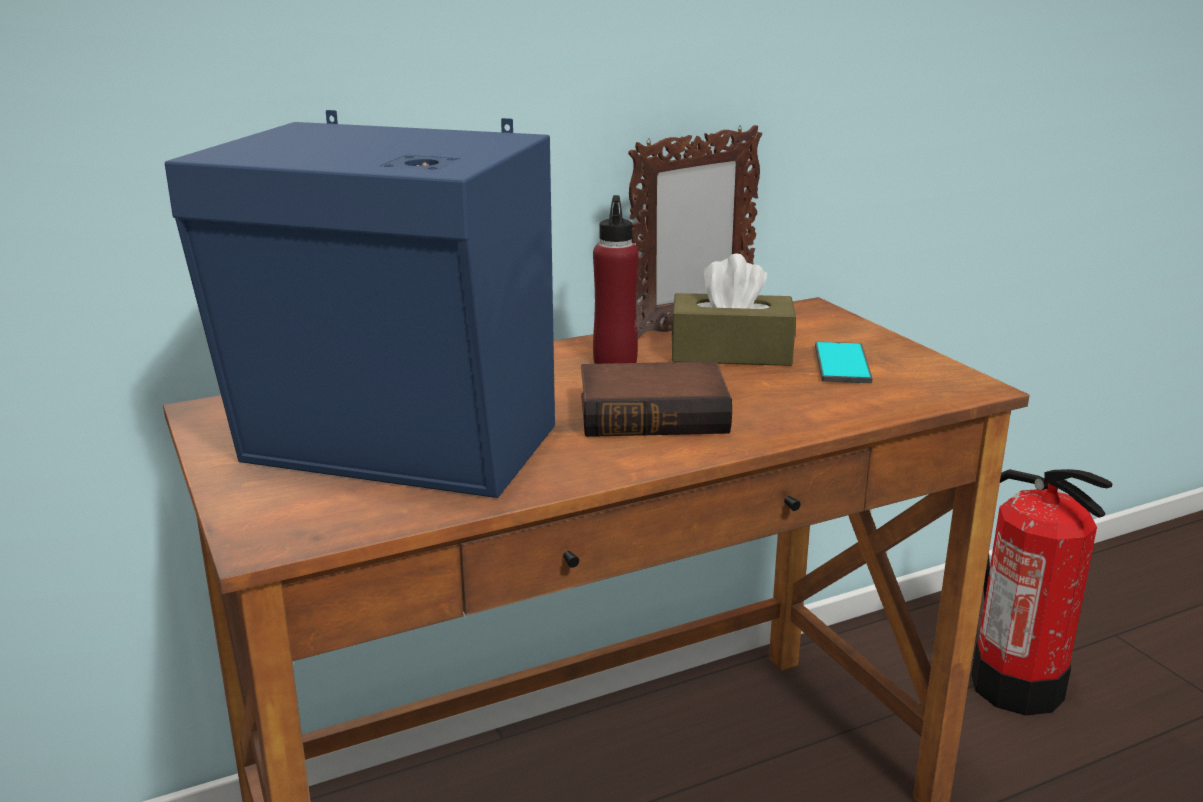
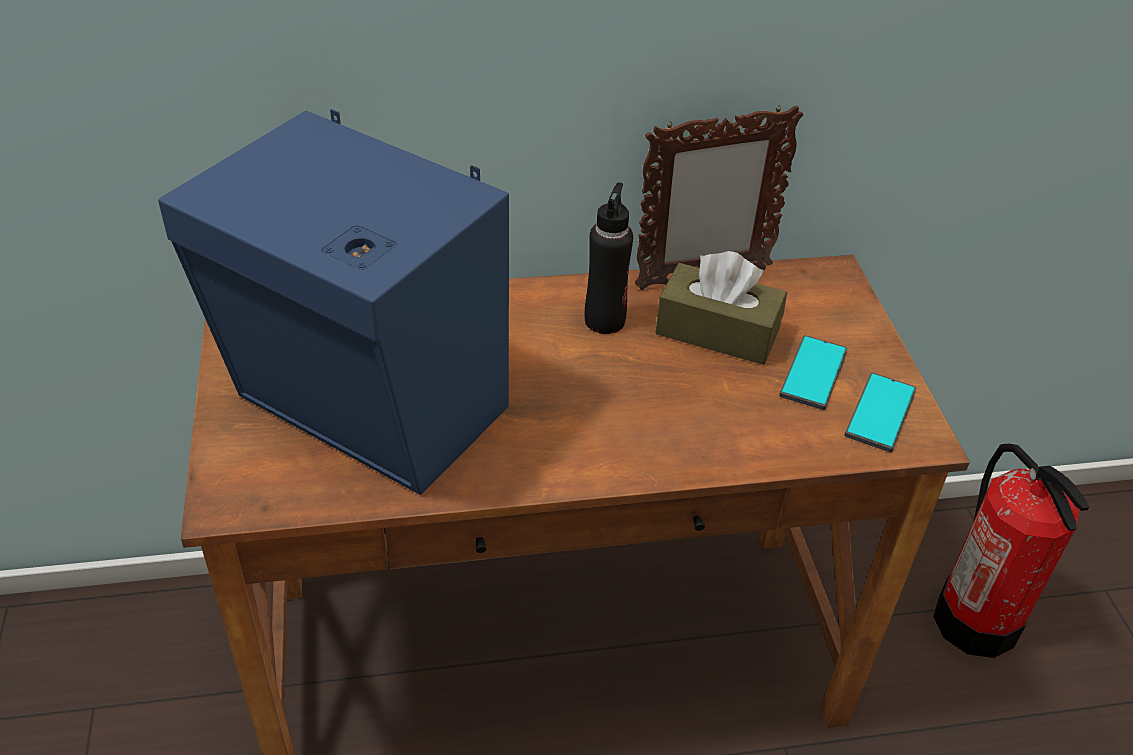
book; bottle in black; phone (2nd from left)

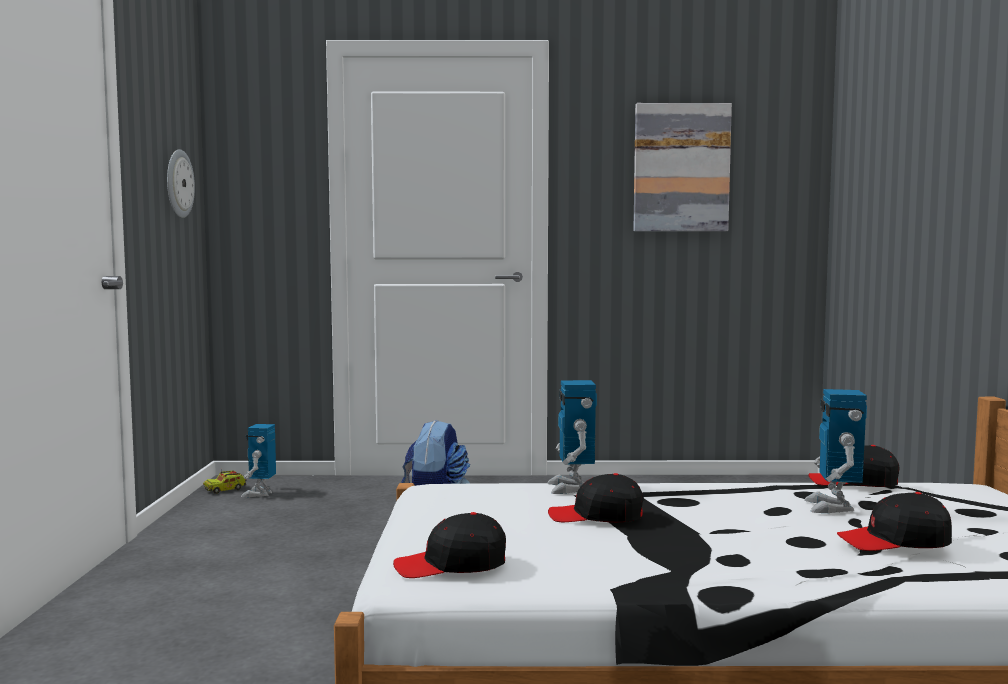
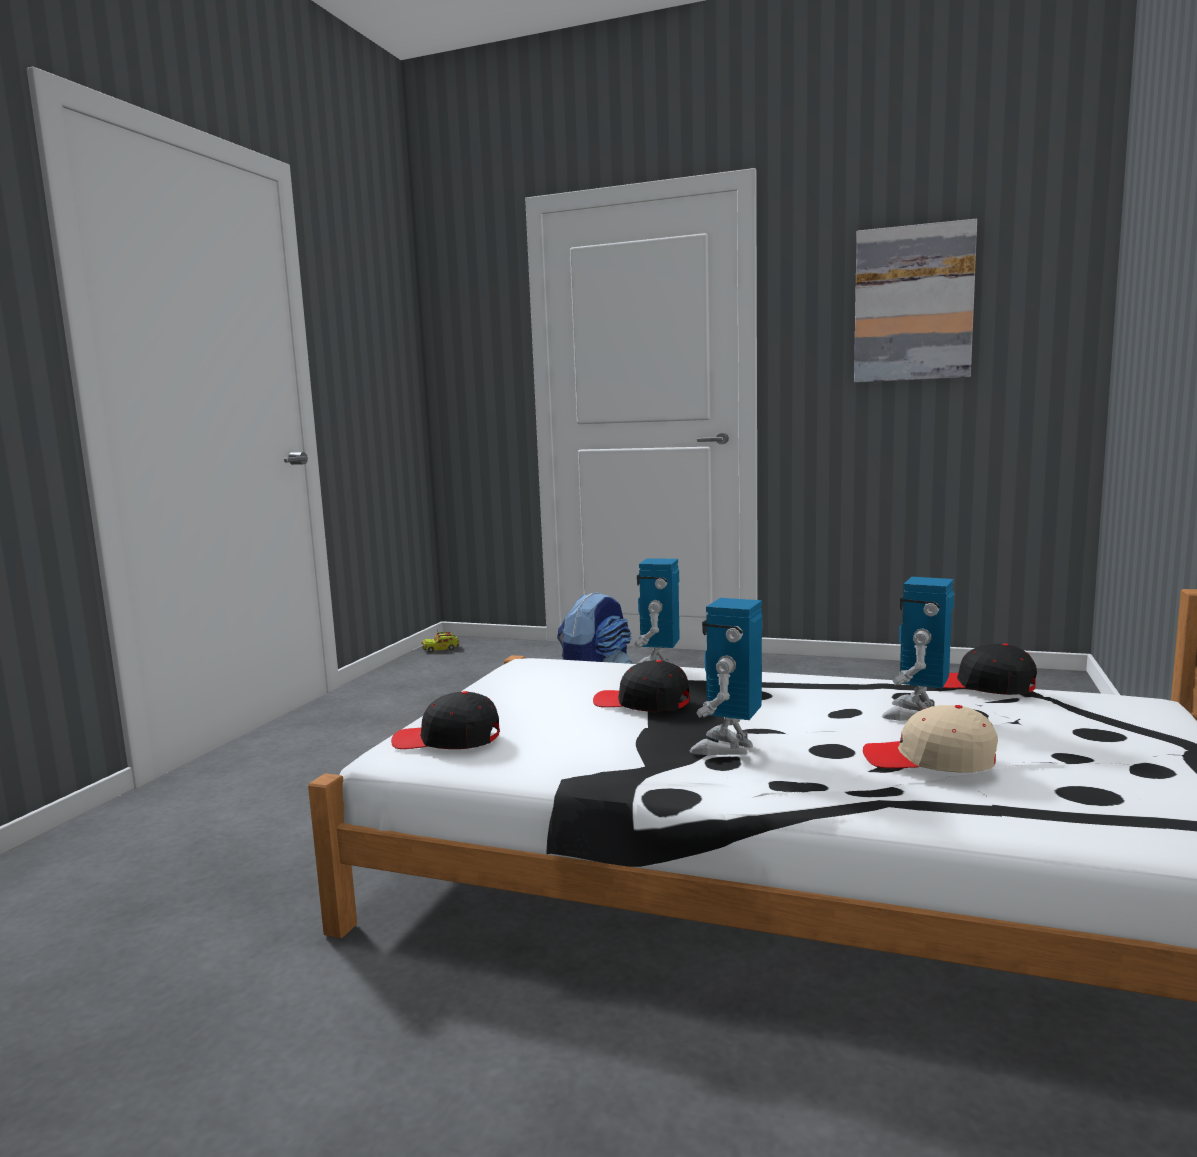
wall clock; toy robot (2nd from left); cap in beige

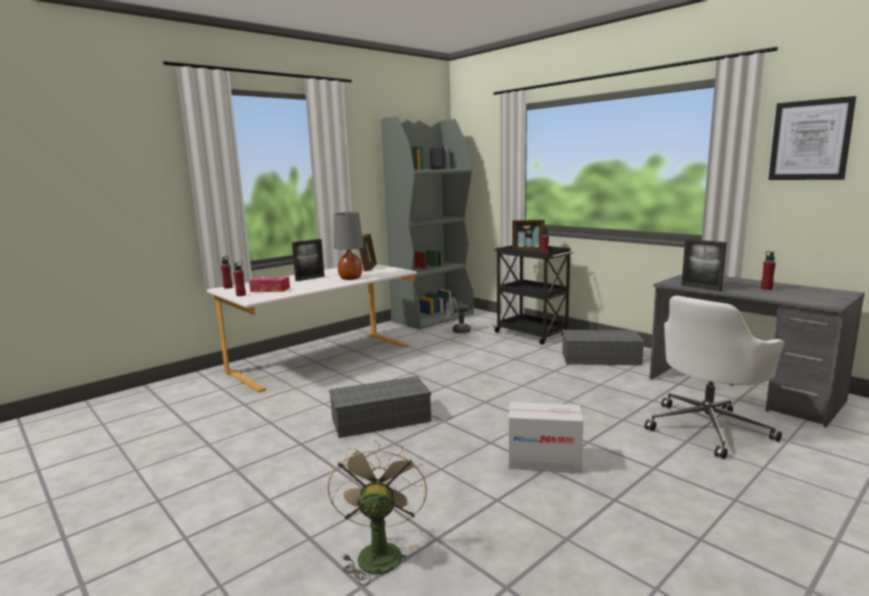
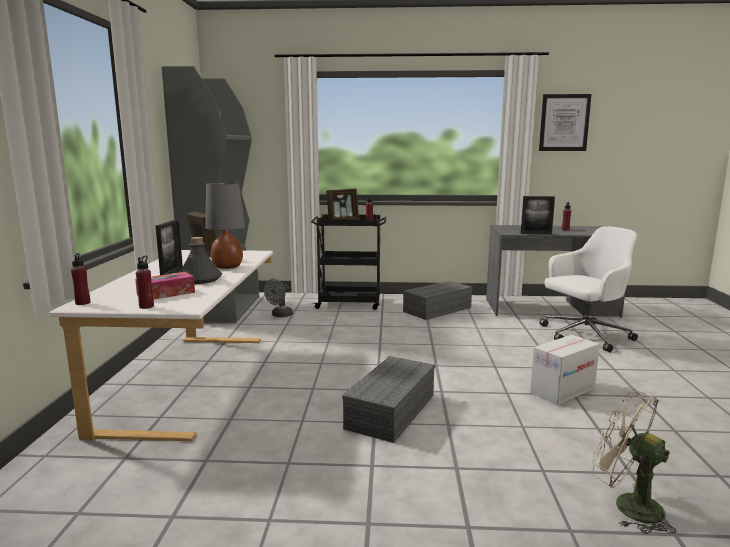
office chair in white; bottle in grey

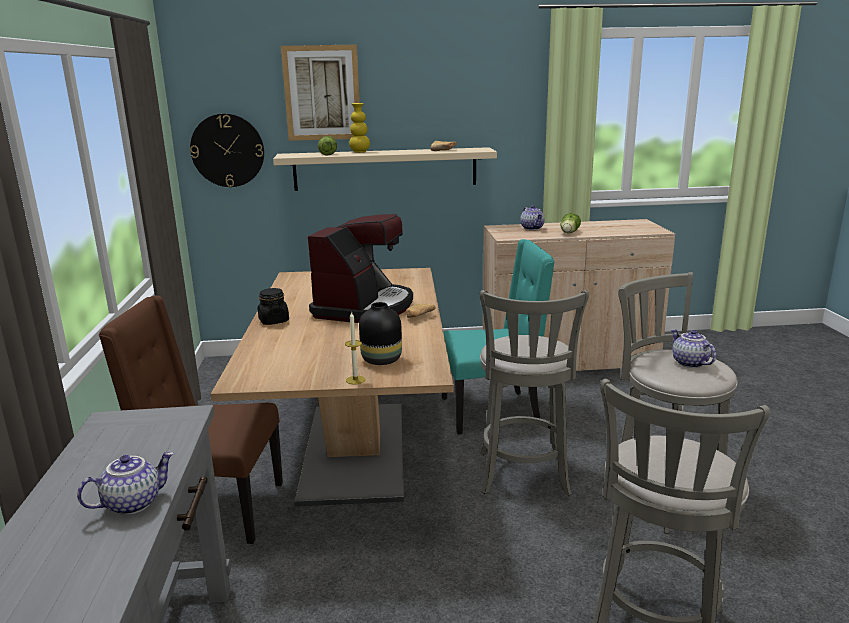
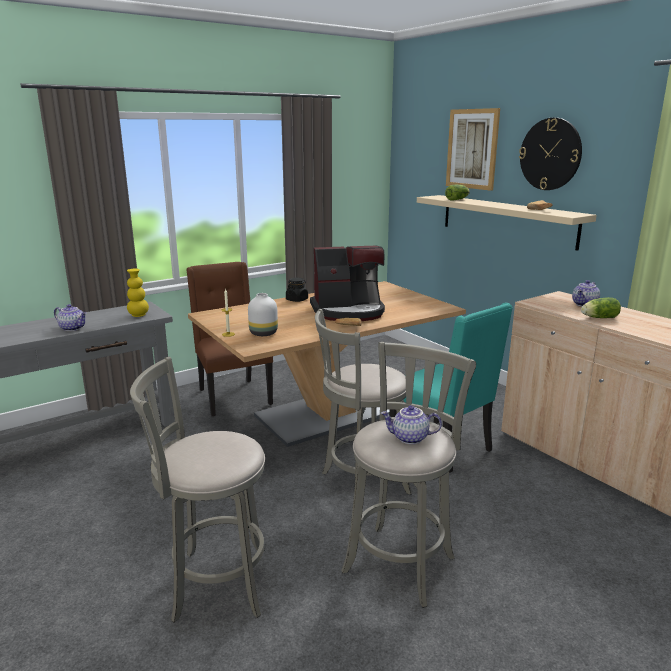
wall clock; vase in yellow; vase in white; teapot (2nd from left)

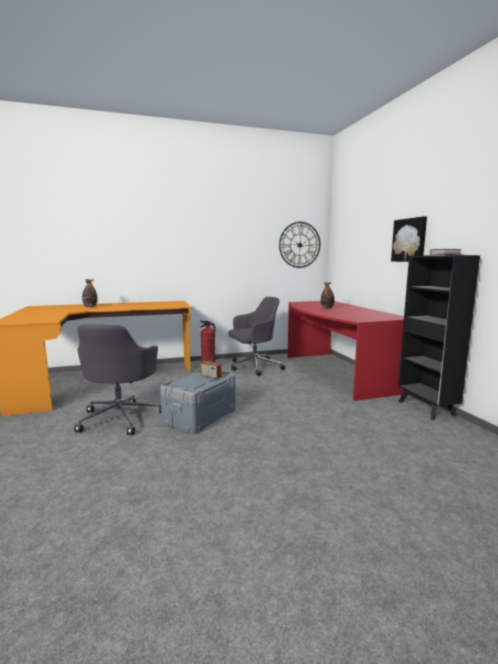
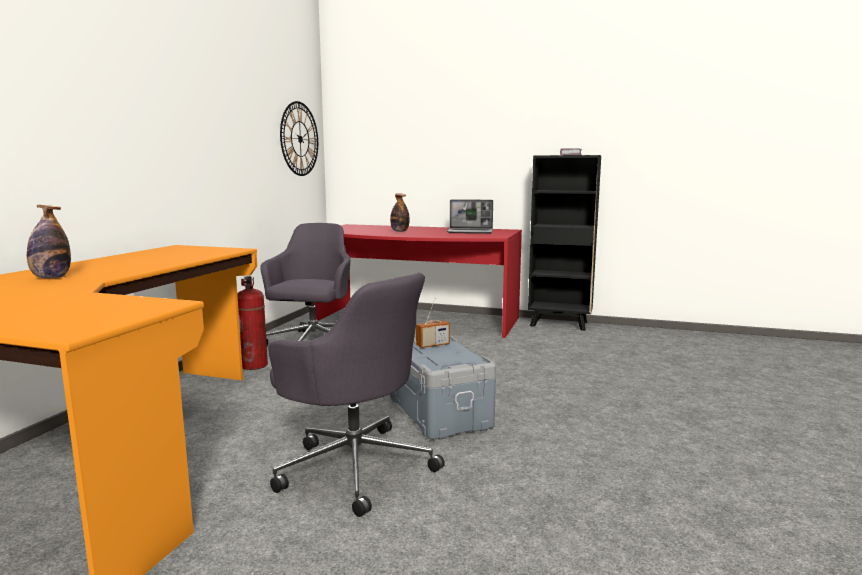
picture; laptop

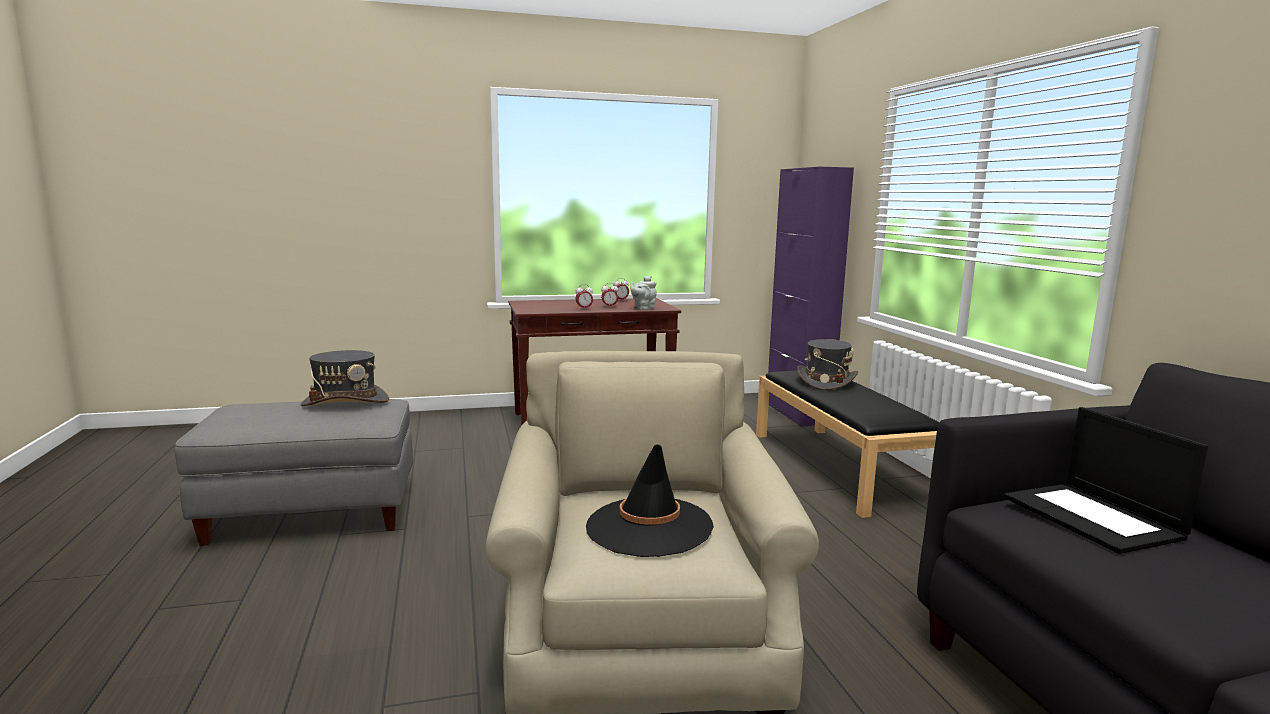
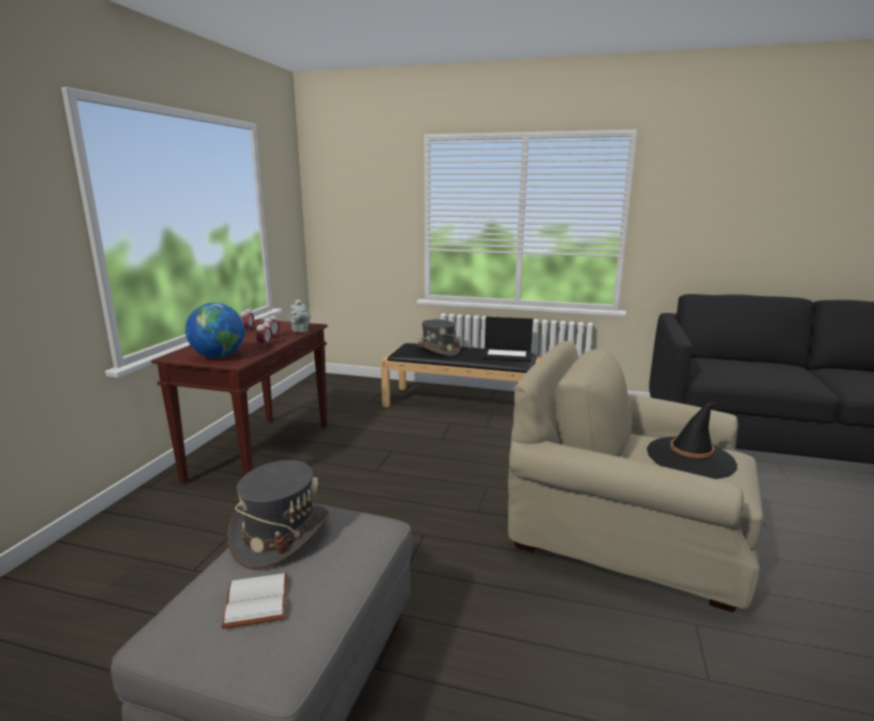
cabinet in purple; laptop; globe; book in white

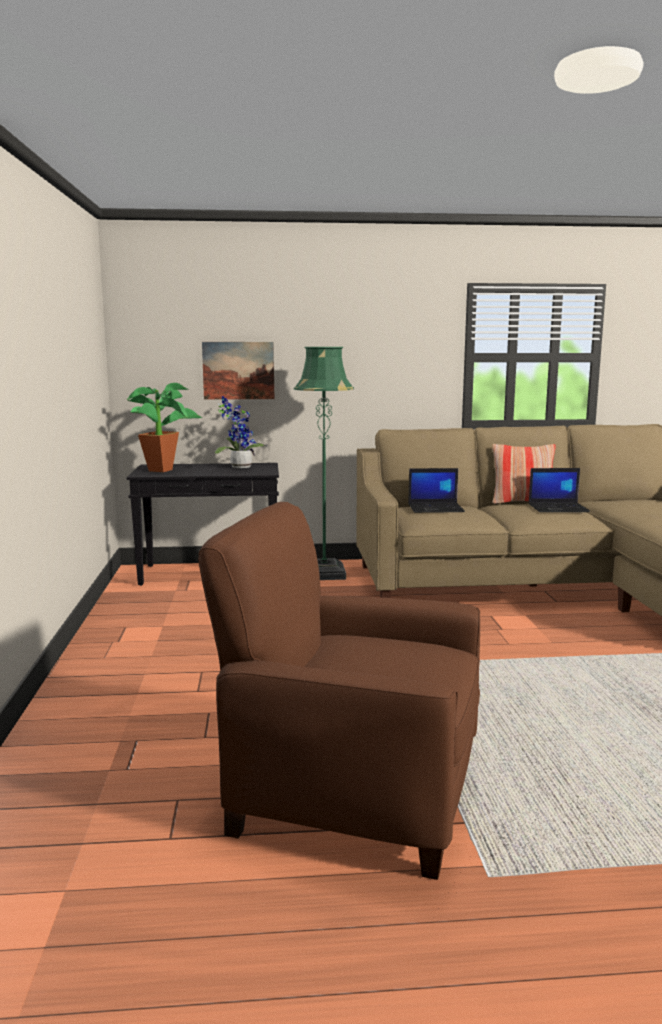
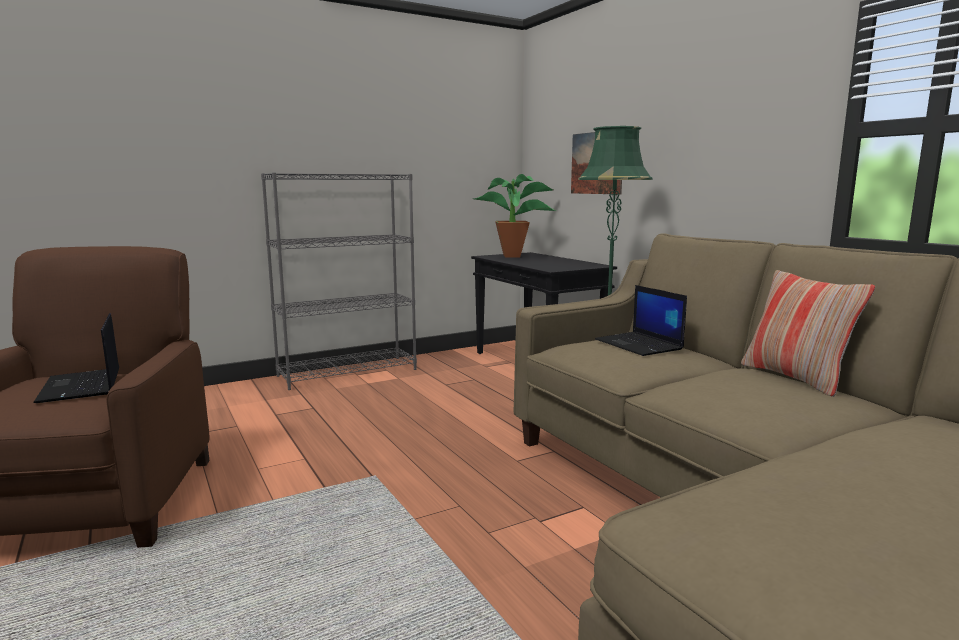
potted plant (2nd from left in the first image); laptop (1st from left); bookcase in grey

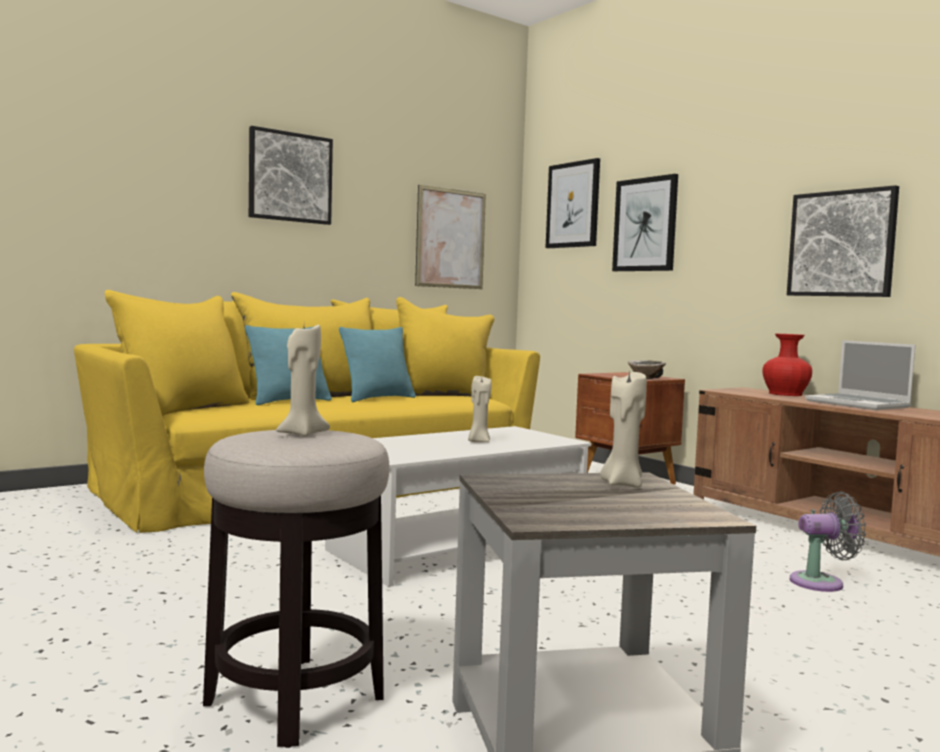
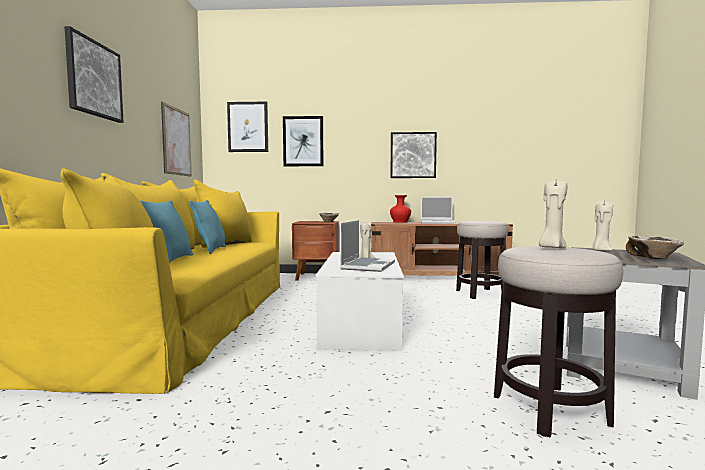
stool (1st from left); laptop (1st from left); bowl (2nd from left)

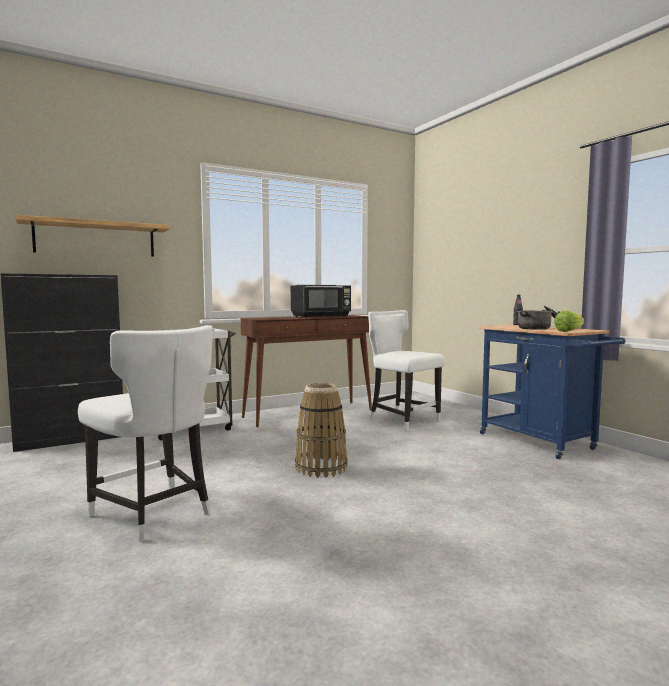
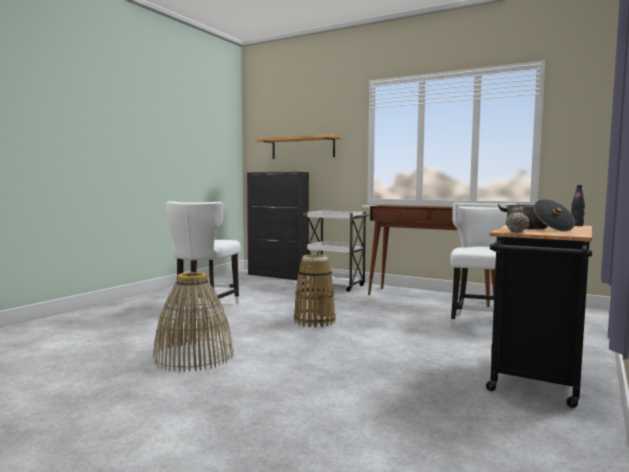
microwave in black; cart in black; teapot in beige; basket (1st from left)

